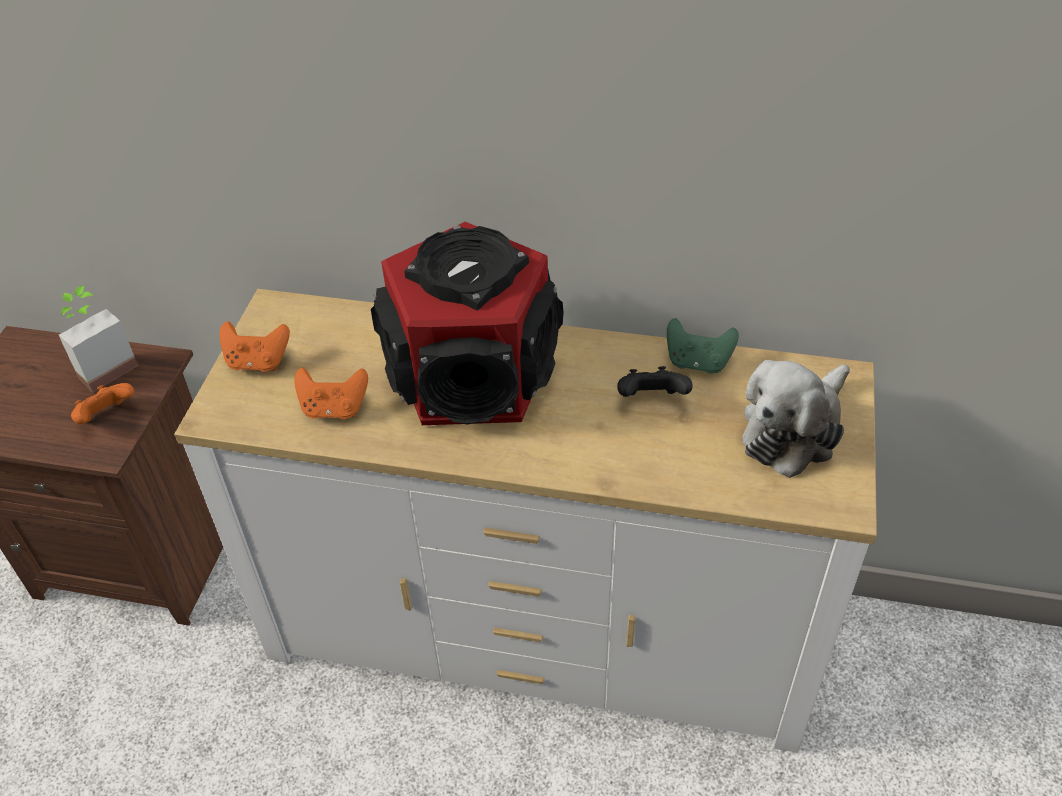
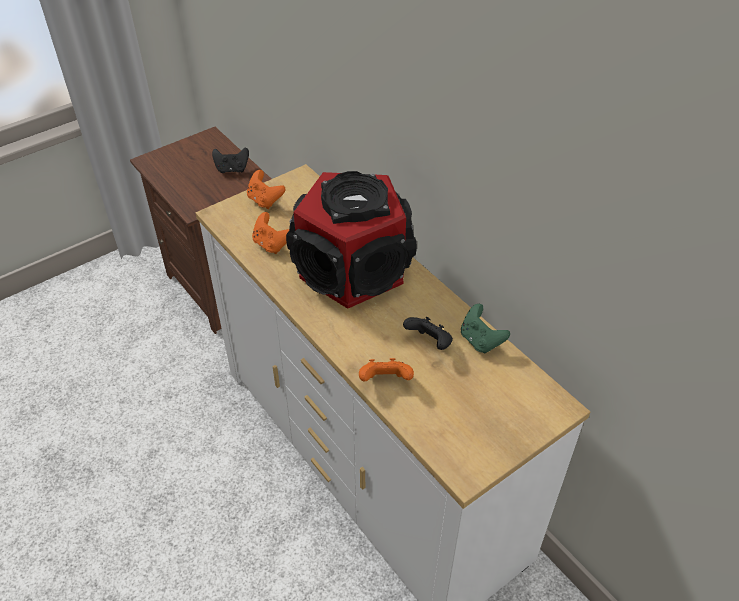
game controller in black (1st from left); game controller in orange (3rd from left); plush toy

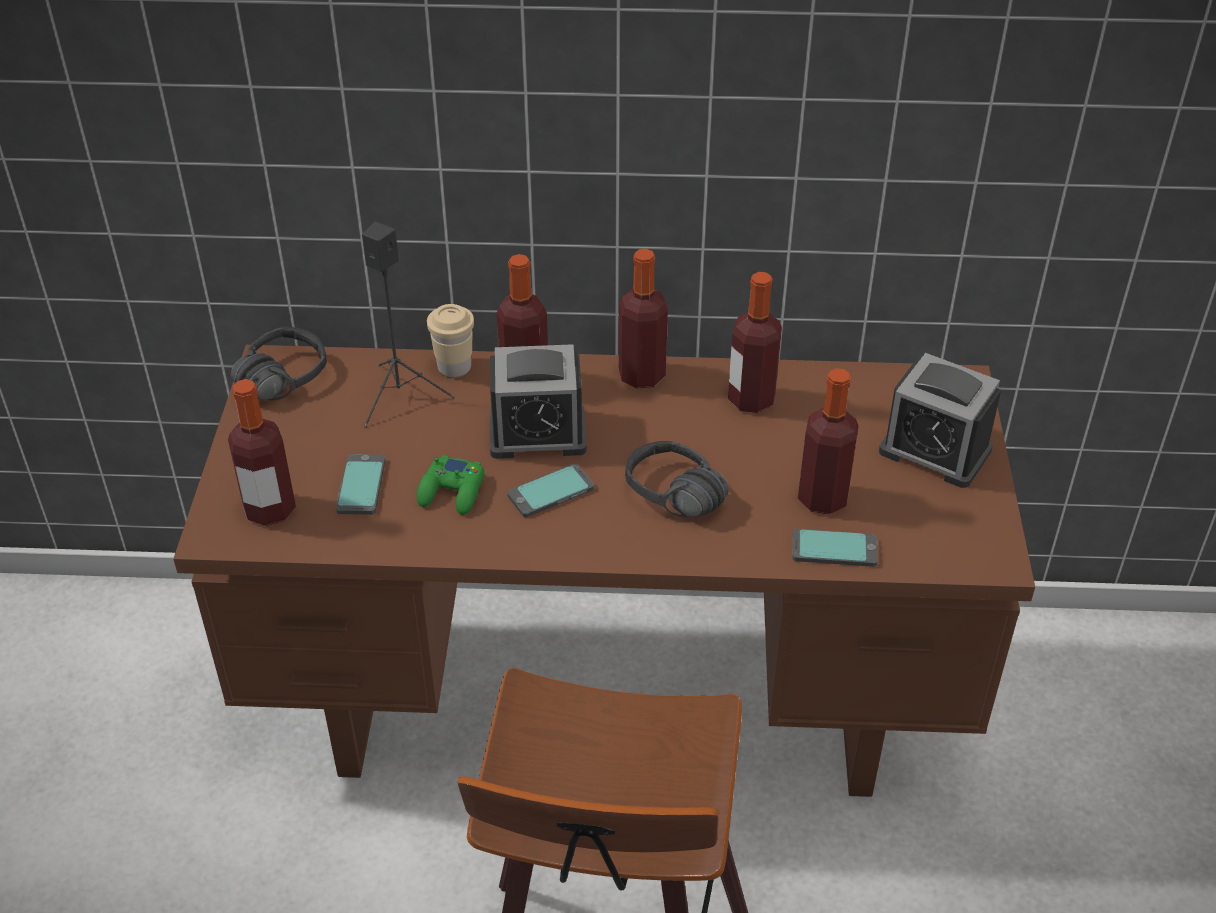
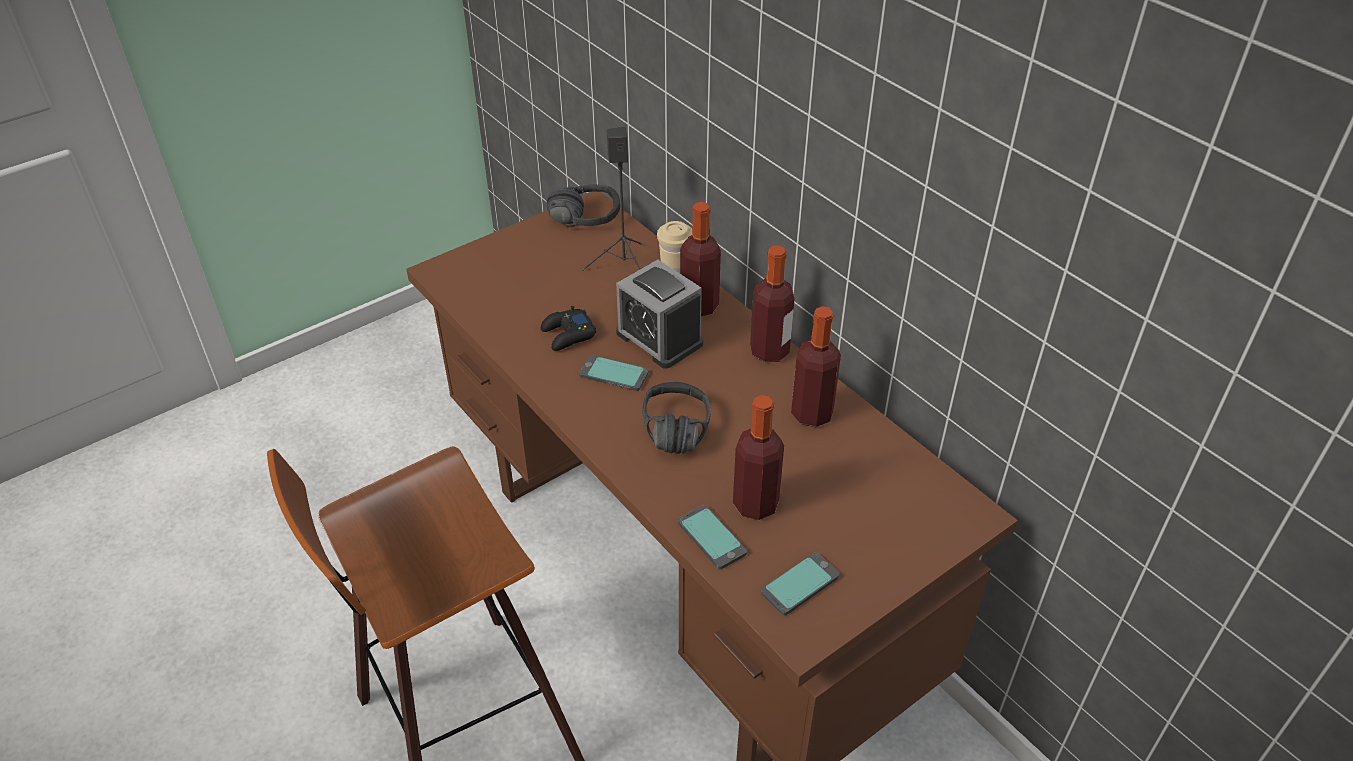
bottle (1st from left in the first image); phone (3rd from left); game controller in black; alarm clock (2nd from left in the first image)

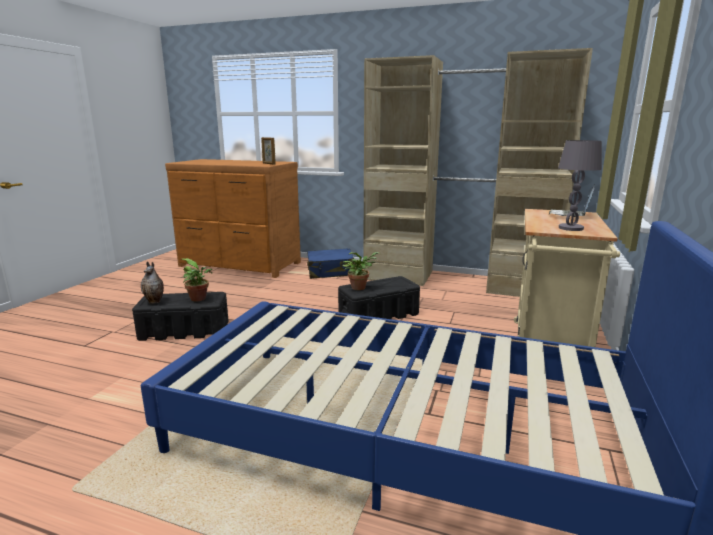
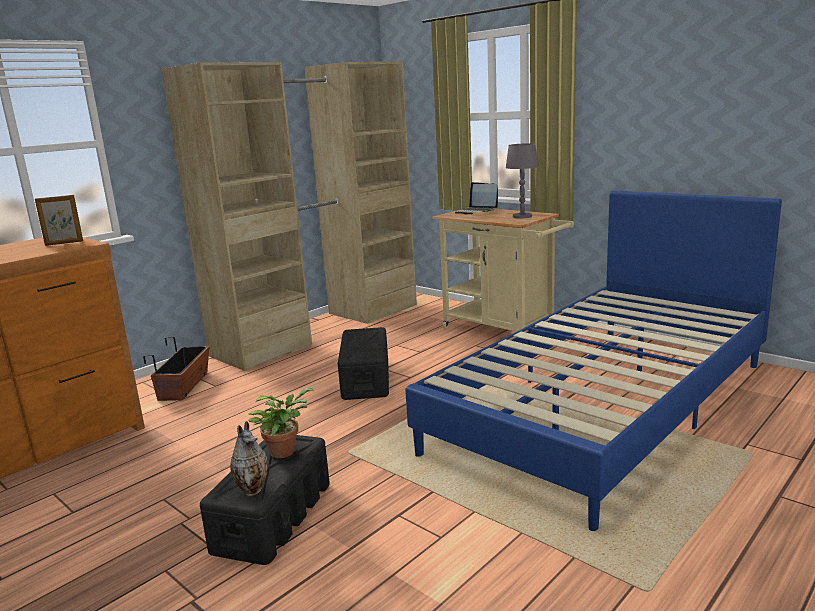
planter; potted plant (2nd from left in the first image)

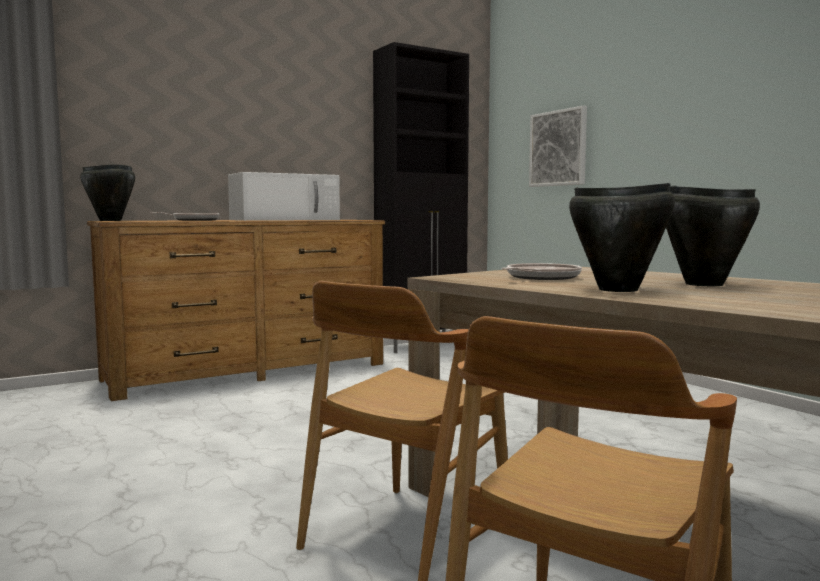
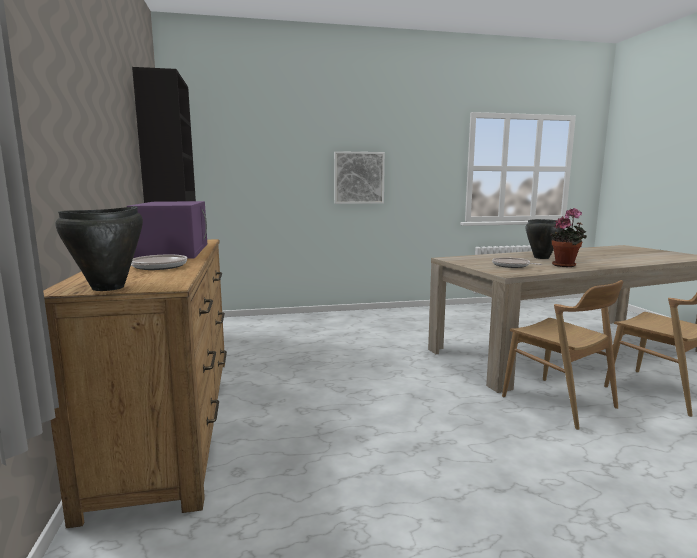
microwave in purple; picture; potted plant

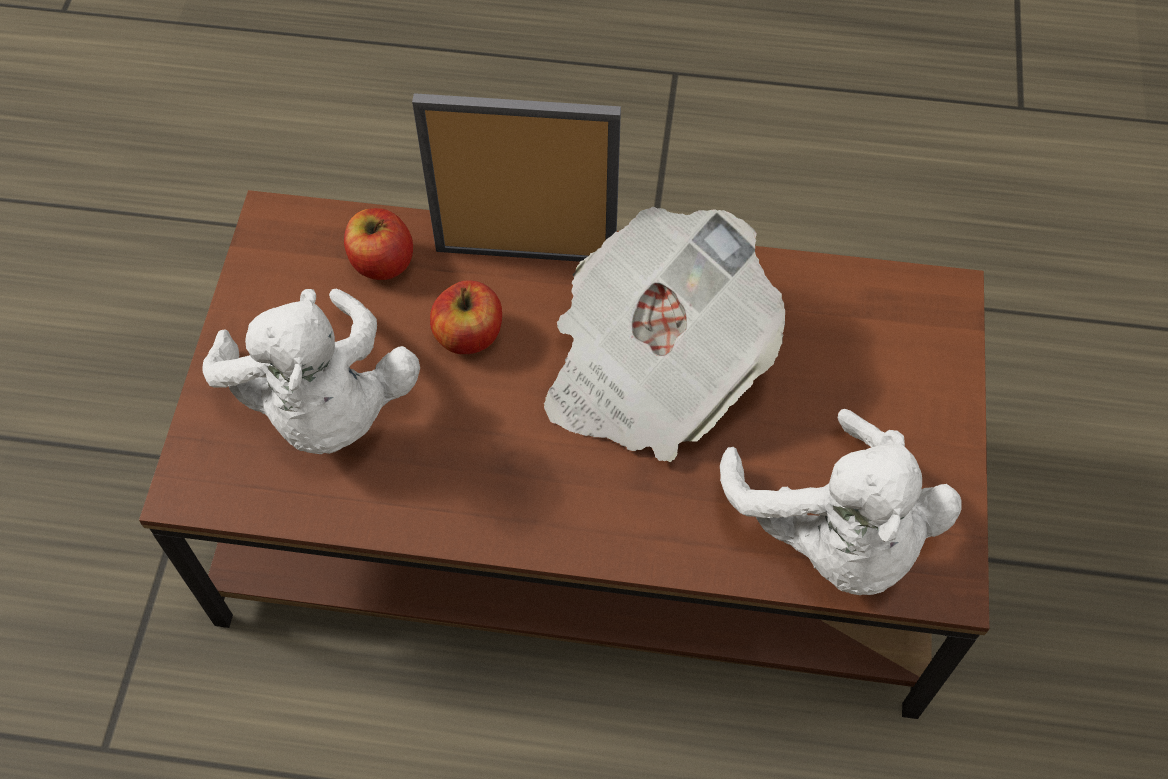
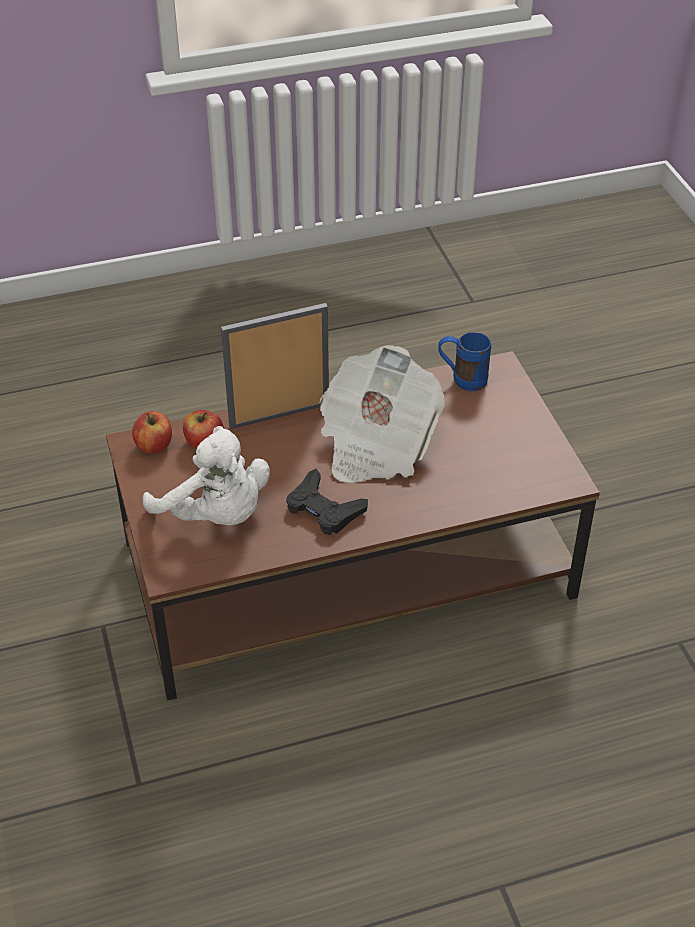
apple (1st from left); plush toy in white (2nd from left in the first image); game controller in black; mug in blue

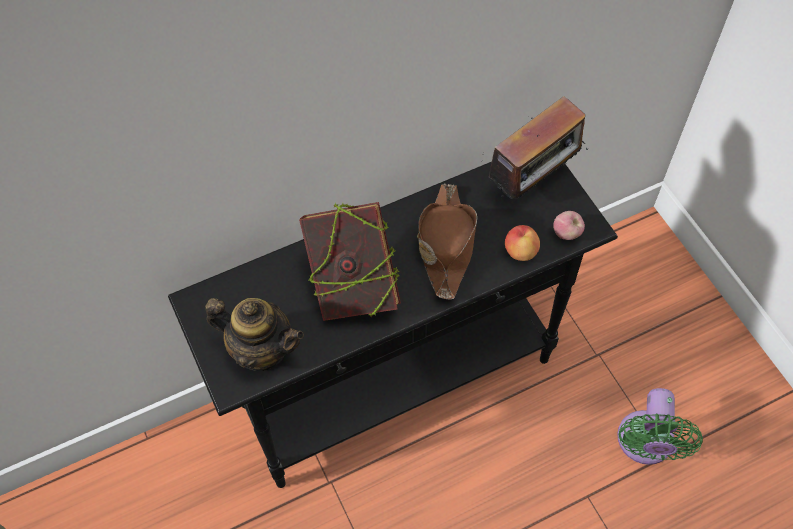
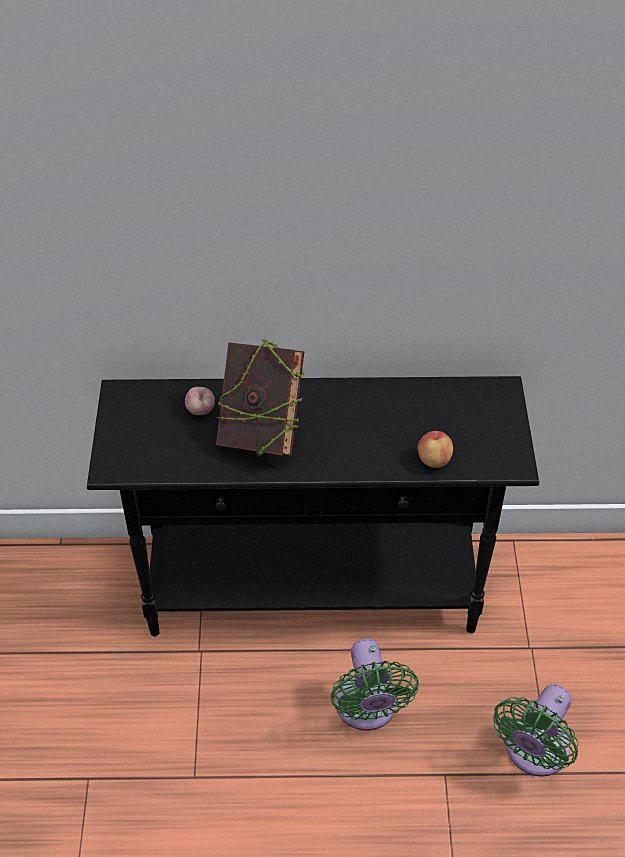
teapot; hat in brown; radio; apple (1st from left); fan in green (1st from left)

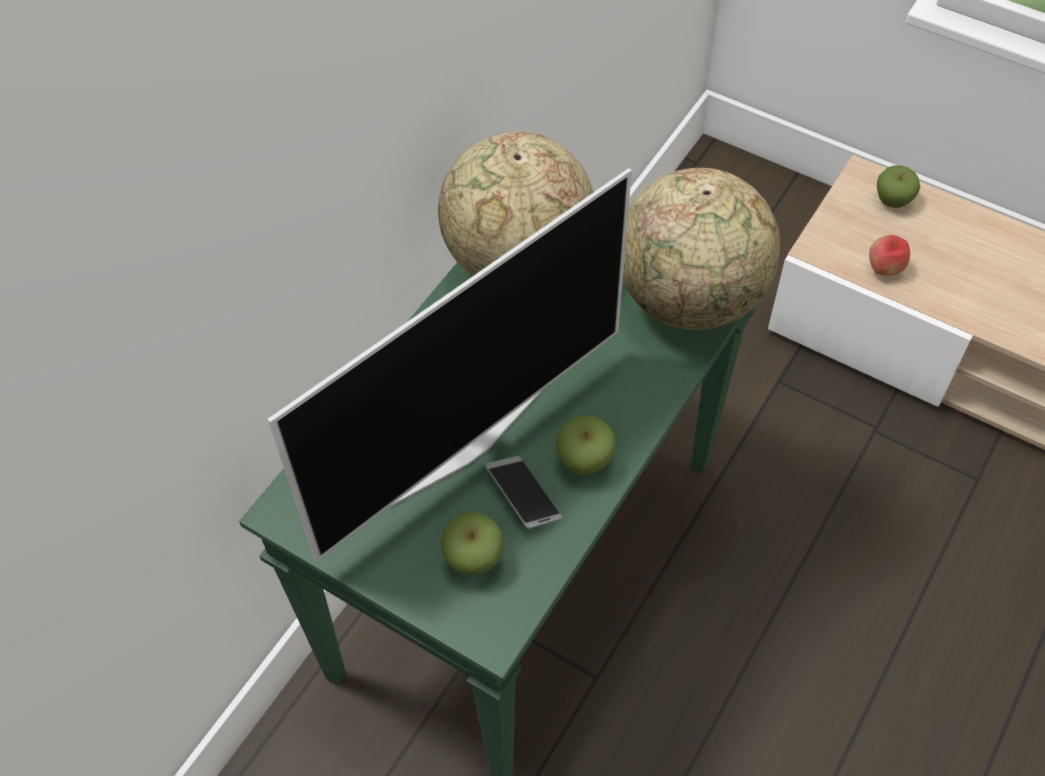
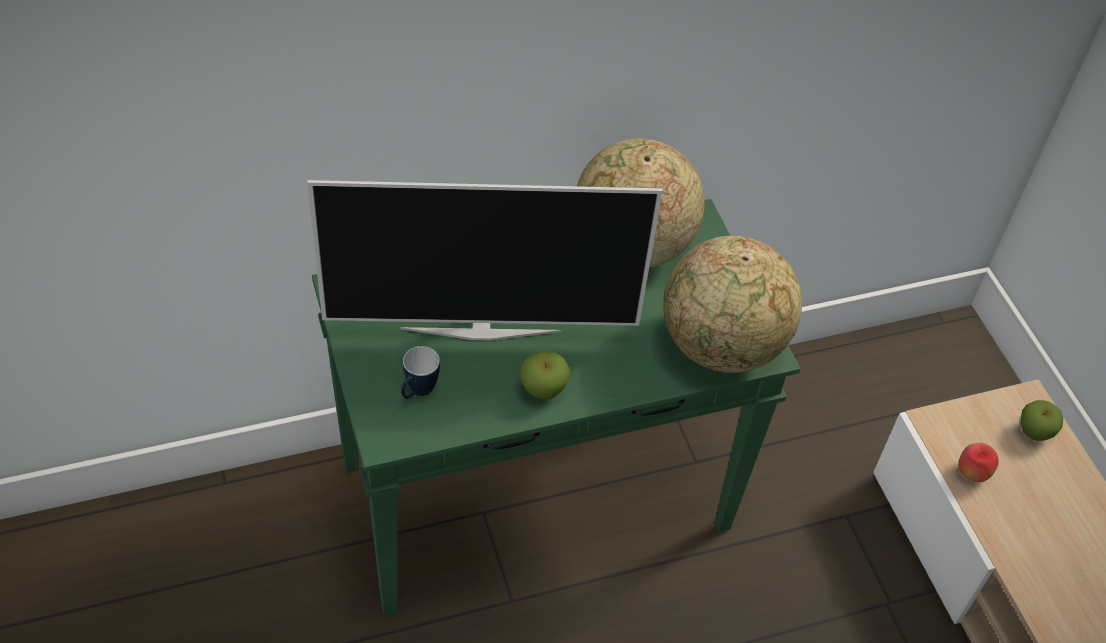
mug; phone

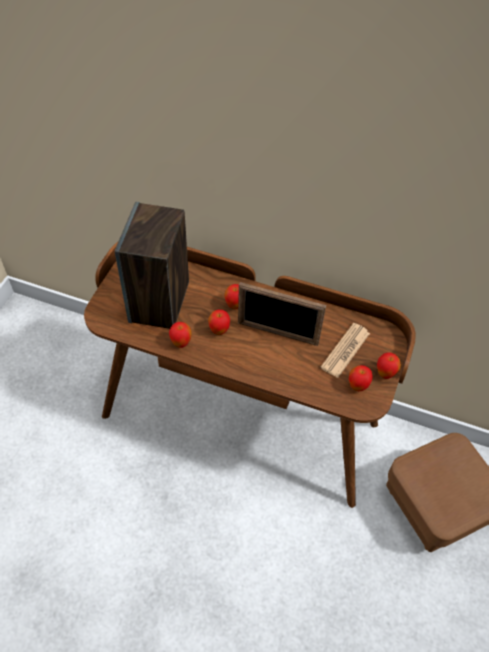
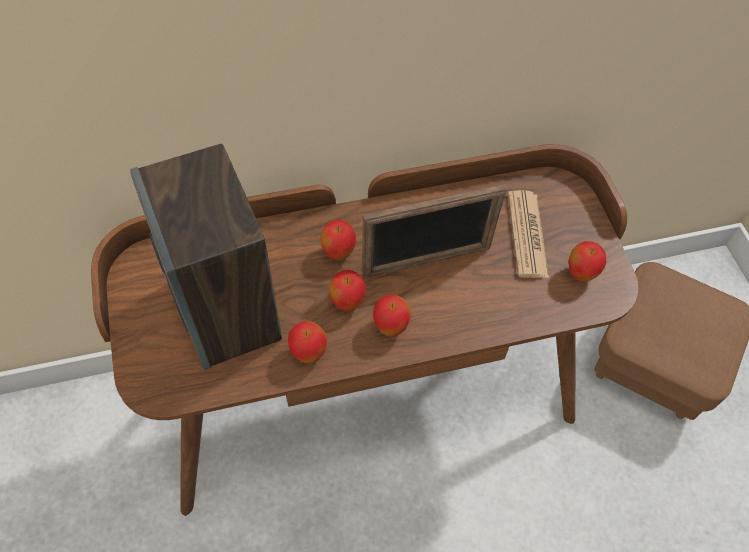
apple (4th from left)

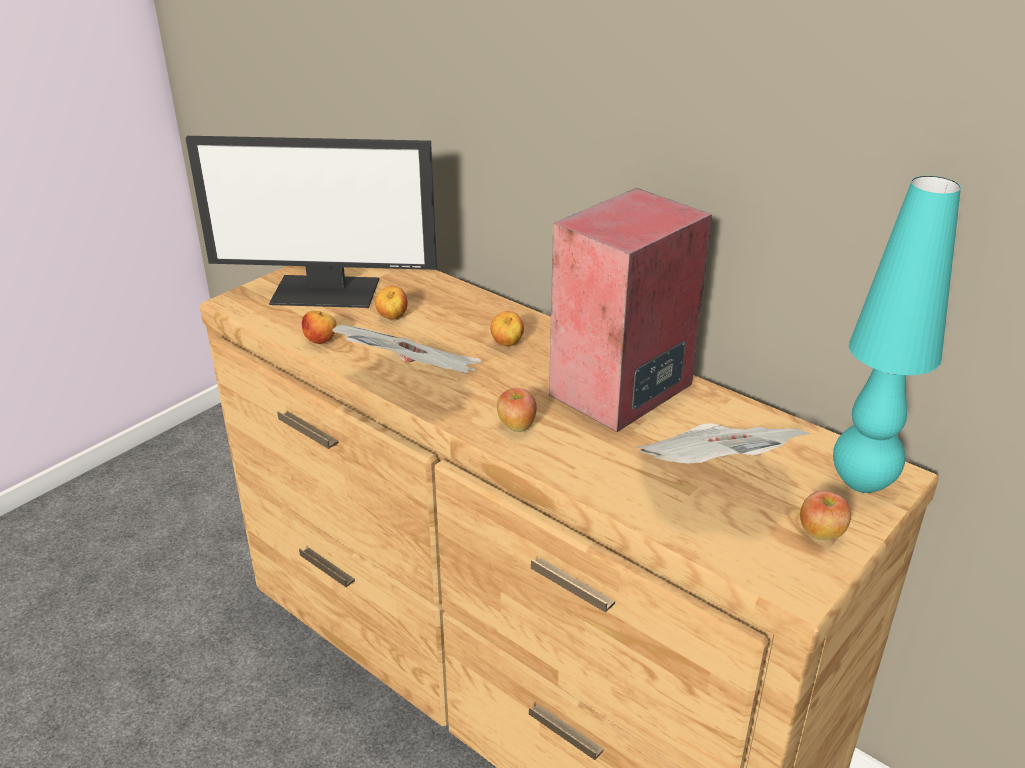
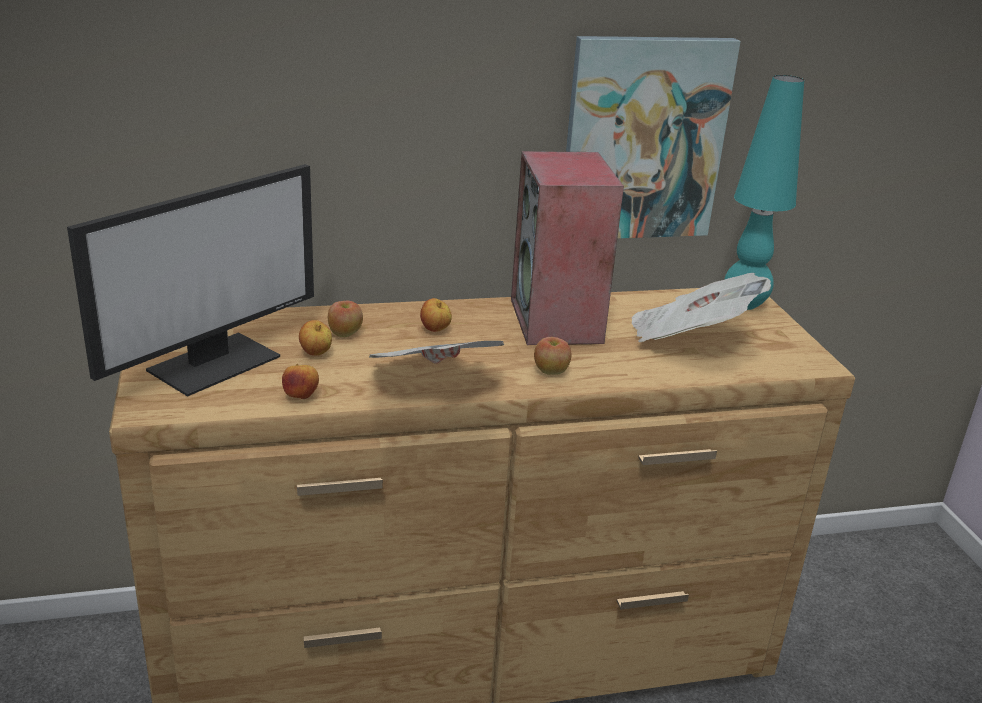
apple (3rd from left); picture

